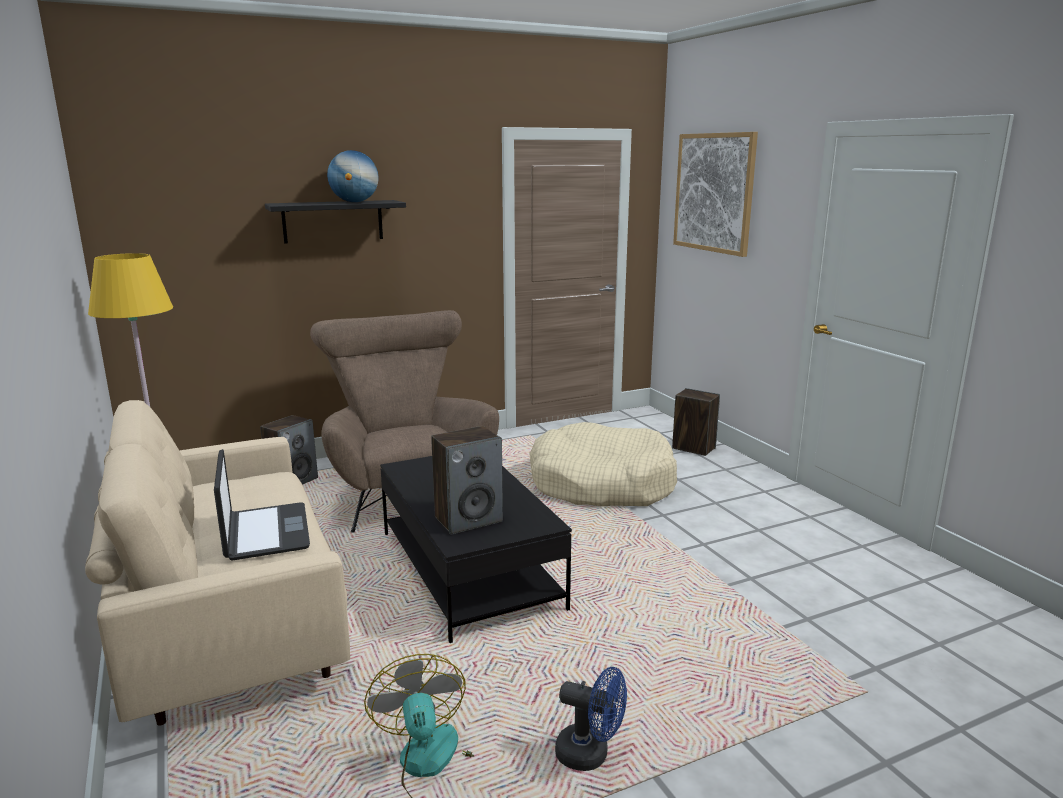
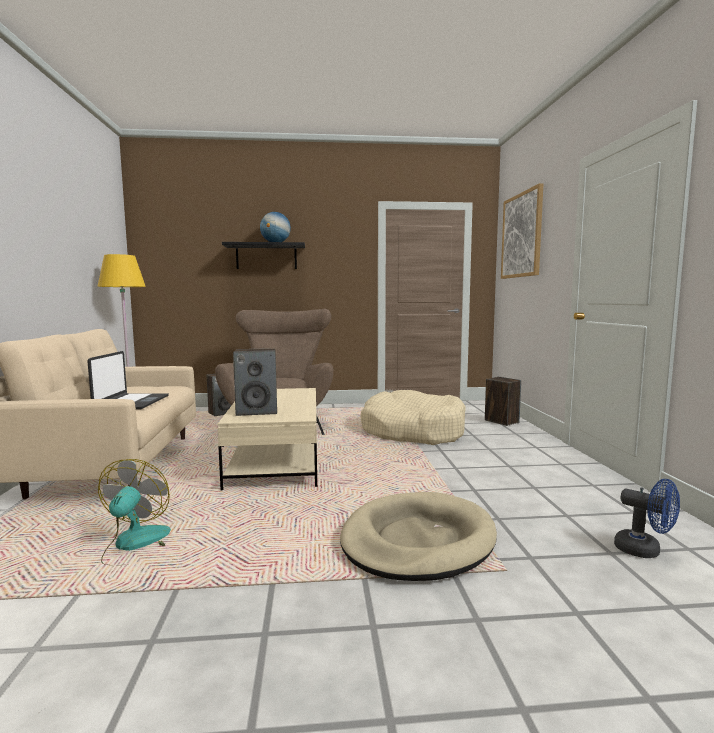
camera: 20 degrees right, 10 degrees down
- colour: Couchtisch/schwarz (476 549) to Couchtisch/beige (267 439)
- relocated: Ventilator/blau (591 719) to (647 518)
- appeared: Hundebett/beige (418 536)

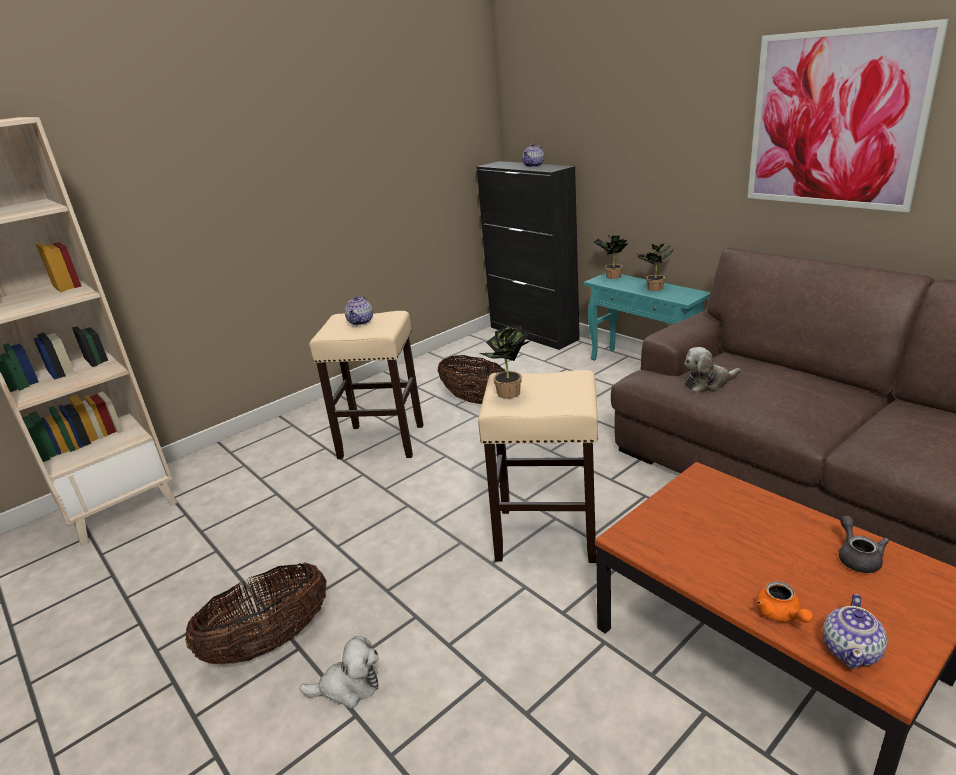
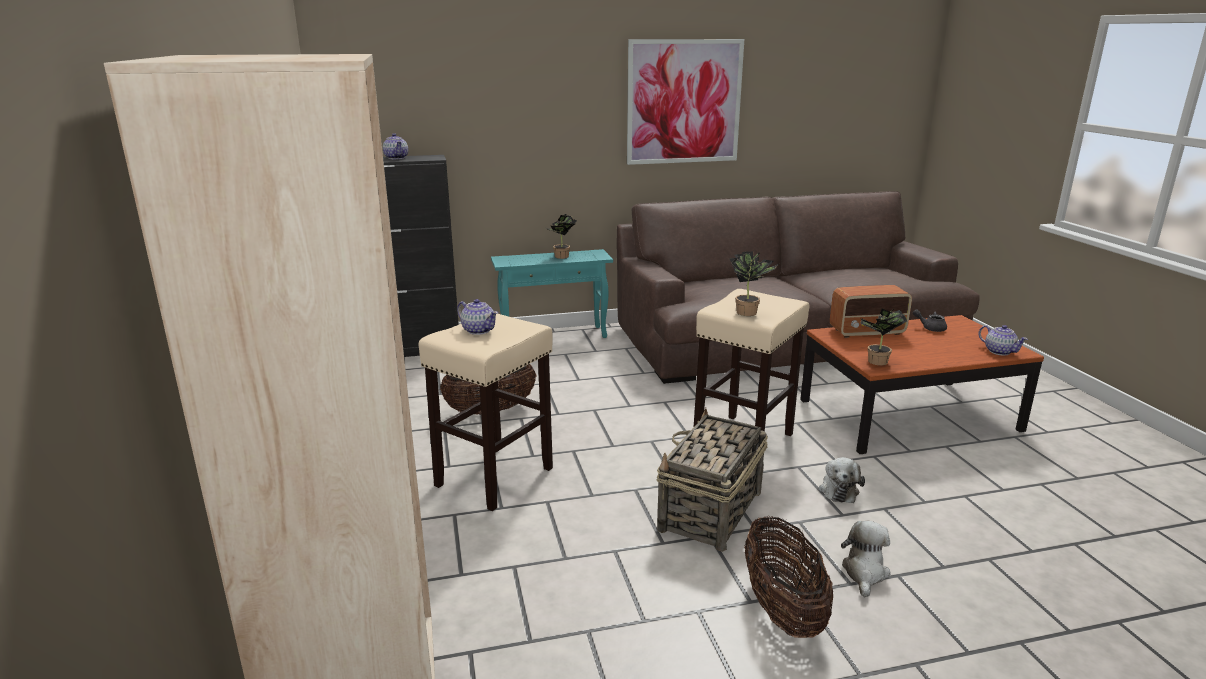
camera: 65 degrees left, 5 degrees down
- relocated: Topfpflanze (611 256) to (883 337)
- relocated: Plüschtier (713 370) to (841 480)
- missing: Teekanne/orange (784 602)
- appeared: Radio (871 311)
- appeared: Korb (712 480)

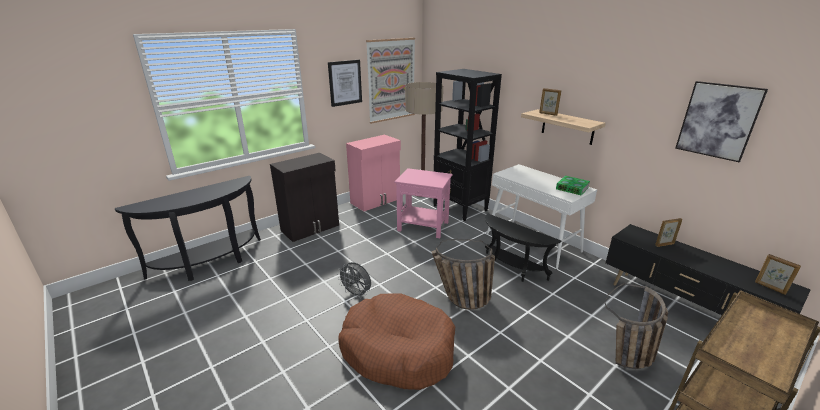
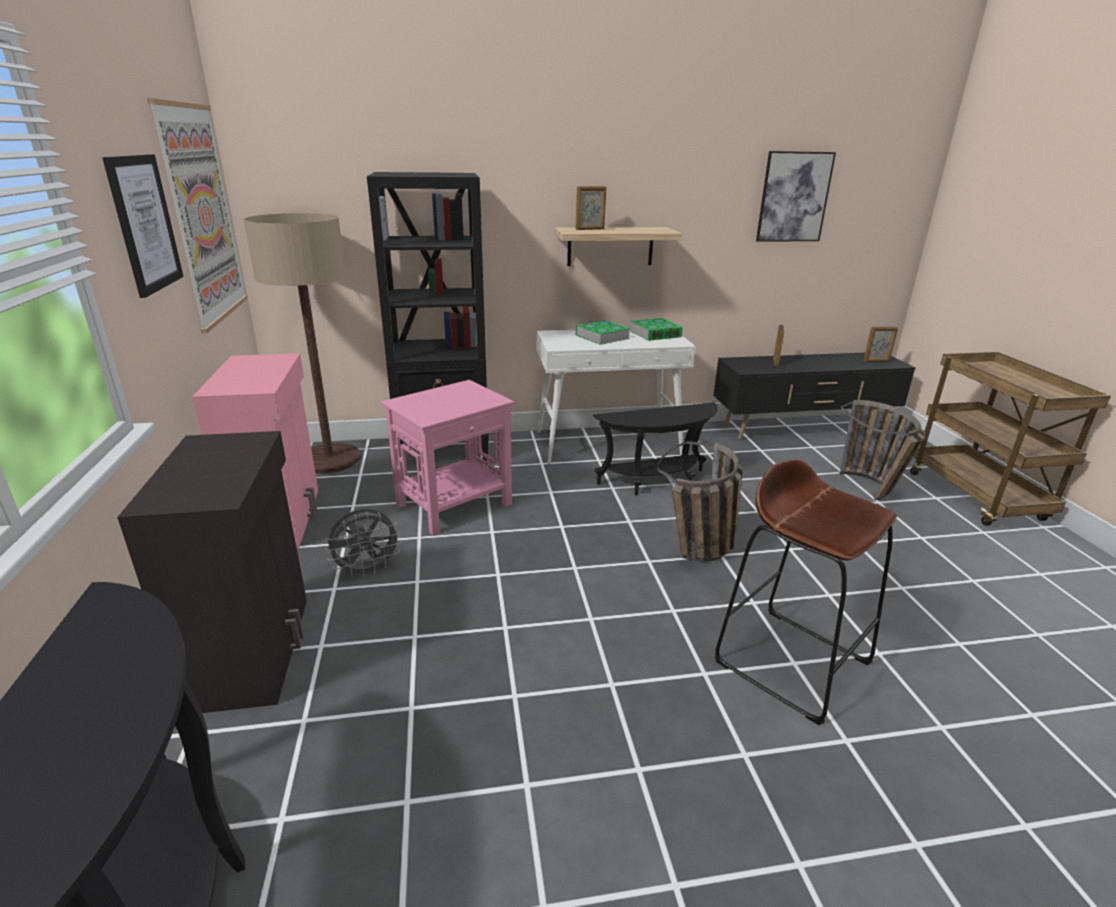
camera: 60 degrees left, 0 degrees up
- relocated: Ventilator/grau (354 280) to (364 543)
- exchanged: Hundebett/braun (396 342) to Hocker/braun (806 592)
- appeared: Buch (602 332)

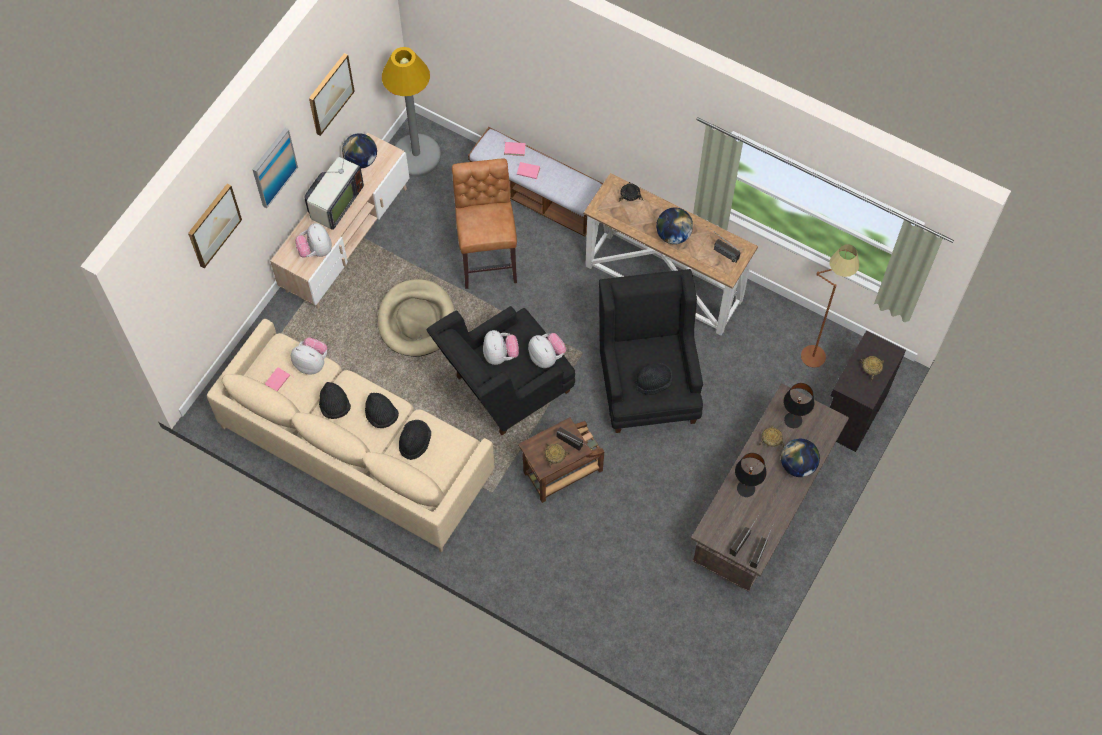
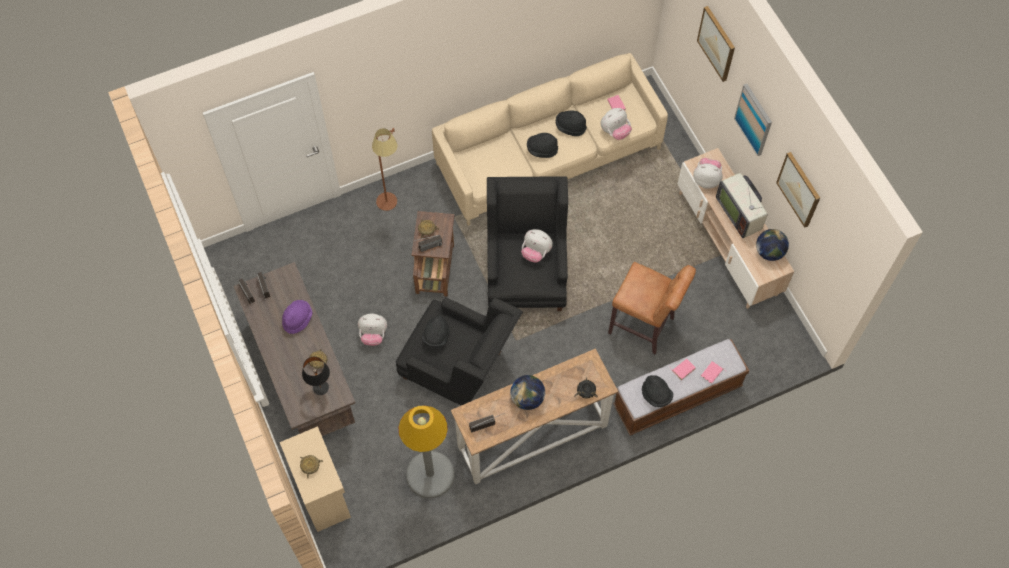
camera: 125 degrees right, 0 degrees up
- relocated: Stehlampe/grau (411 112) to (427 451)
- relocated: Stehlampe/braun (830 306) to (385 169)
- missing: Hundebett/beige (416 318)
- colour: Schrank/schwarz (868 391) to Schrank/beige (315 479)
- relocated: Plüschtier (547 350) to (372 330)
- relocated: Hut/schwarz (415 440) to (657 391)
- missing: Globus (800 458)
- exchanged: Tischlampe/schwarz (751 475) to Hut/lila (297 317)

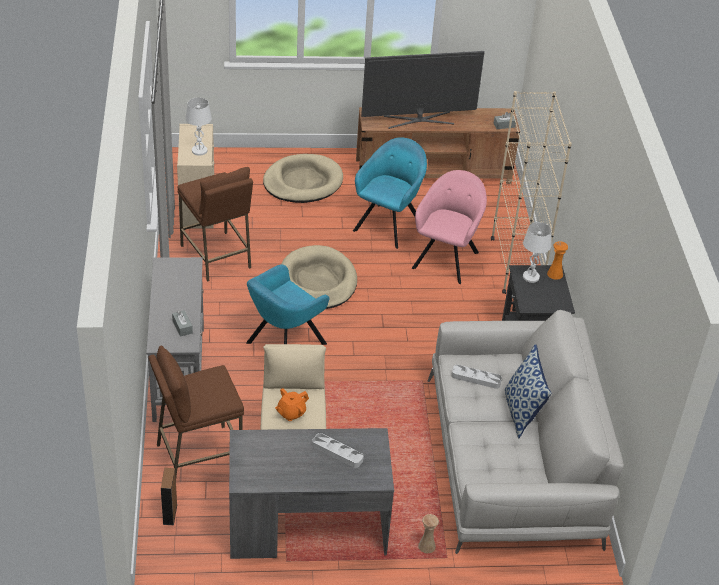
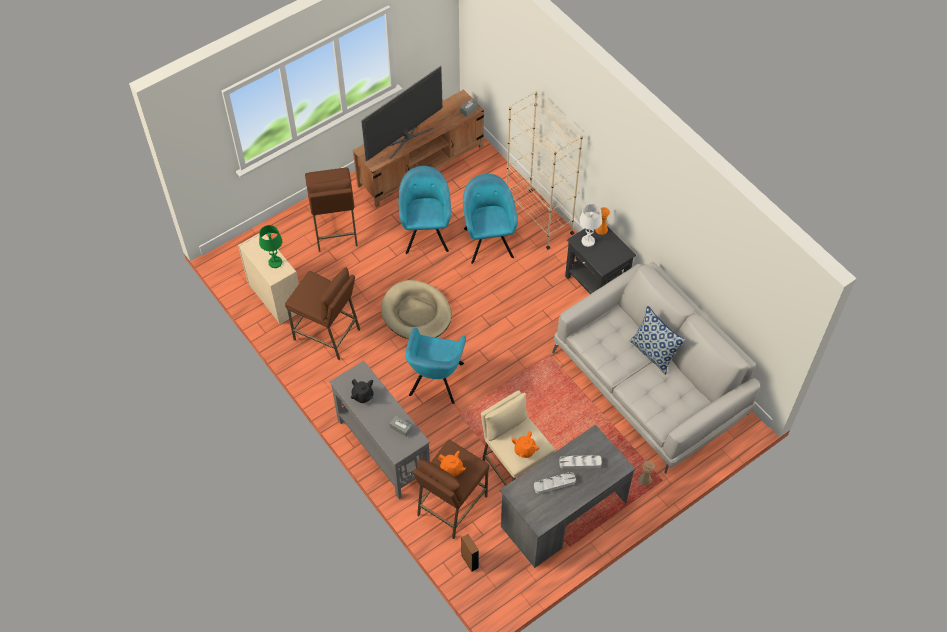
camera: 30 degrees left, 15 degrees up
- colour: Tischlampe/weiß (199 126) to Tischlampe/grün (270 246)
- exchanged: Hundebett/beige (303 178) to Hocker/braun (331 210)
- colour: Sessel/rosa (449 227) to Sessel/türkis (490 219)
- relocated: Tablett/grau (477 377) to (555 483)
- appeared: Teekanne/schwarz (362 391)
- appeared: Teekanne/orange (452 464)

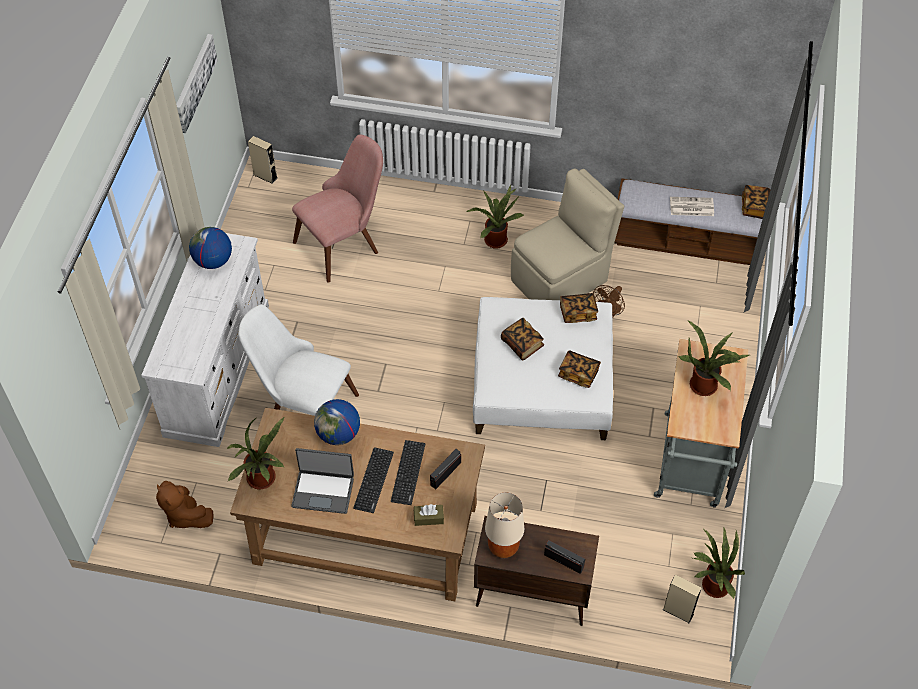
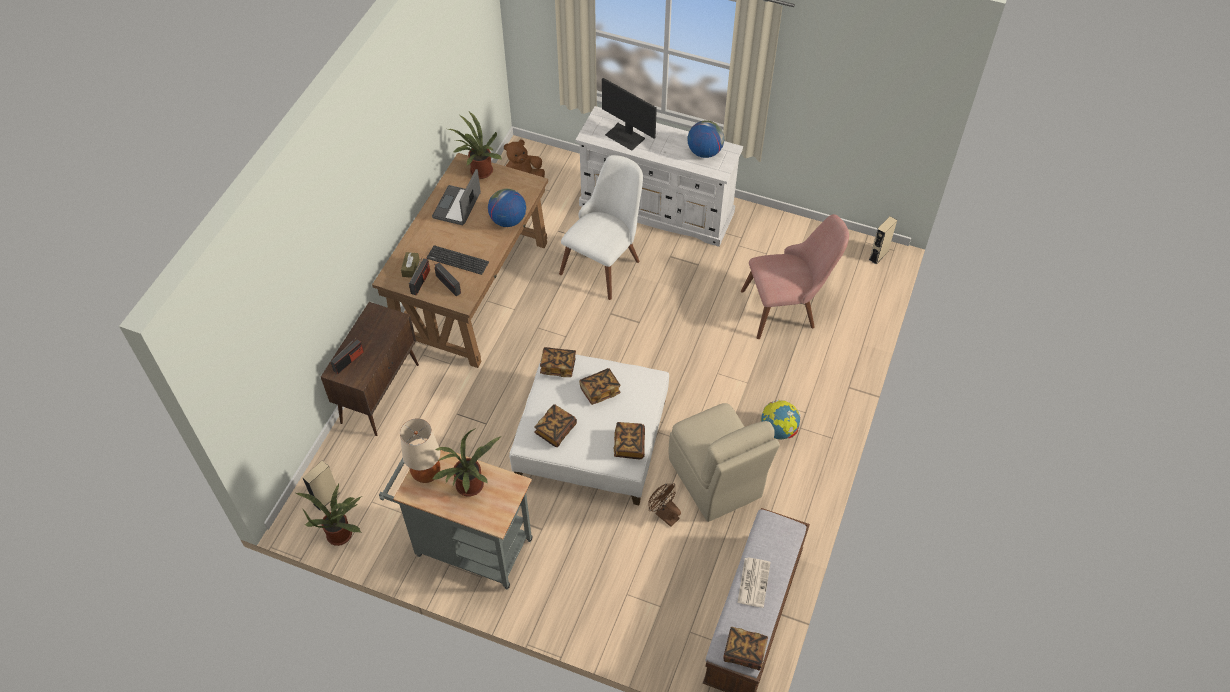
camera: 100 degrees right, 0 degrees up
- missing: Bild (196 83)
- spun: Stuhl/rosa (337 209) = (795 276) 75 degrees counterclockwise
- exchanged: Topfpflanze (496 217) to Globus (781 419)
- missing: Tastatur (373 480)
- relocated: Tischlampe/beige (504 525) to (420 450)
- appeared: Monitor (629 114)
- appeared: Radio (419 276)
- appeared: Buch (558 362)

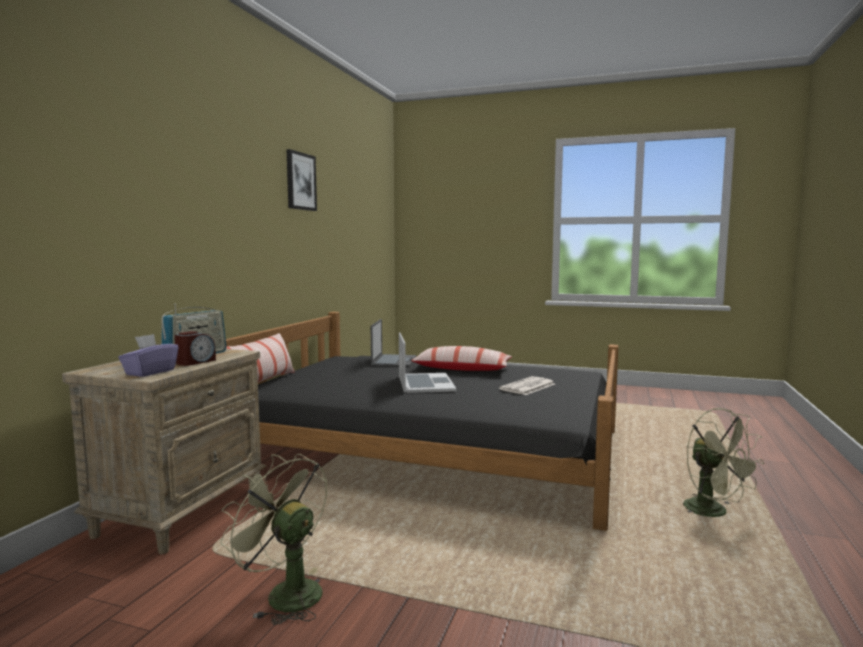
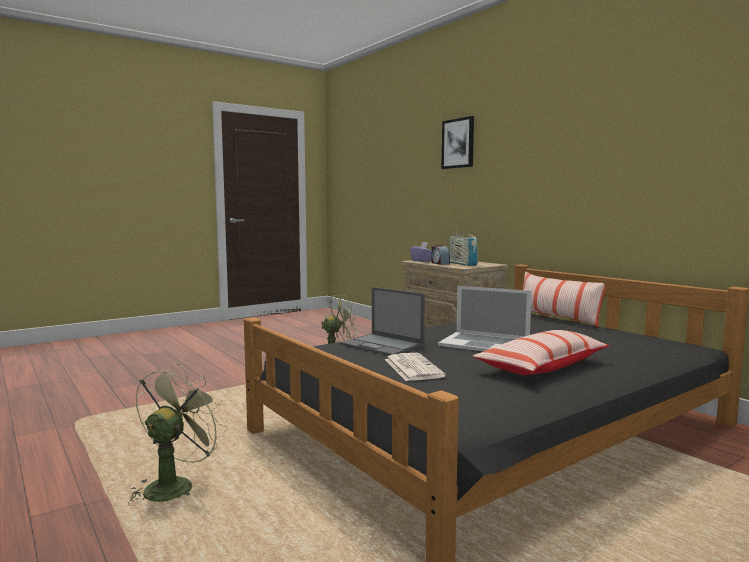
camera: 125 degrees right, 0 degrees up
- relocated: Bild (301 180) to (457 142)
- relocated: Laptop (393 343) to (382 321)
- spun: Ventilator/grün (723 462) = (178 435) 105 degrees clockwise

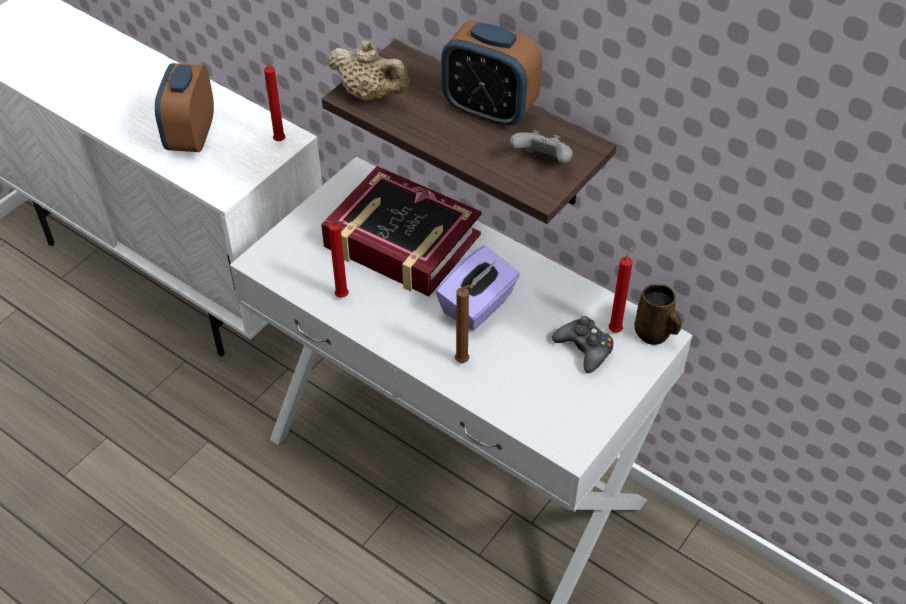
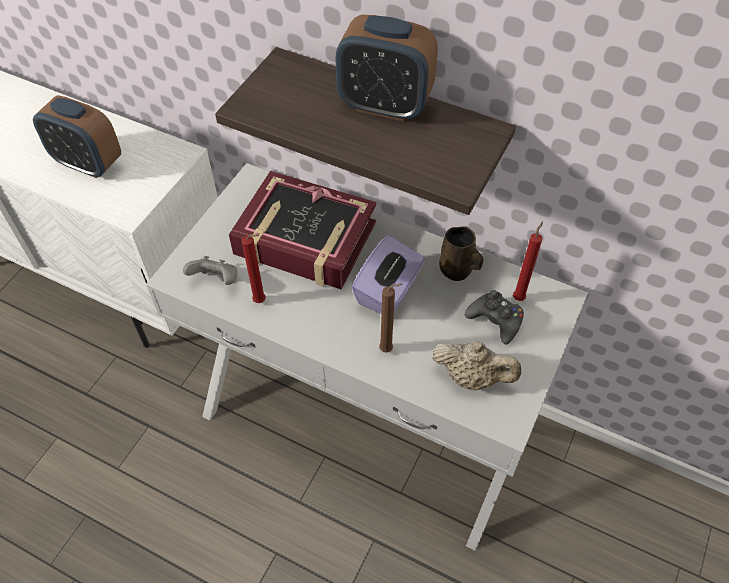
camera: 10 degrees left, 5 degrees up
- relocated: Teekanne/beige (368 70) to (476 366)
- missing: Kerze/rot (274 98)
- spun: Wecker (184 107) = (77 136) 60 degrees counterclockwise
- relocated: Gamepad/grau (541 146) to (210 270)
- relocated: Henkelbecher/braun (658 314) to (461 253)

